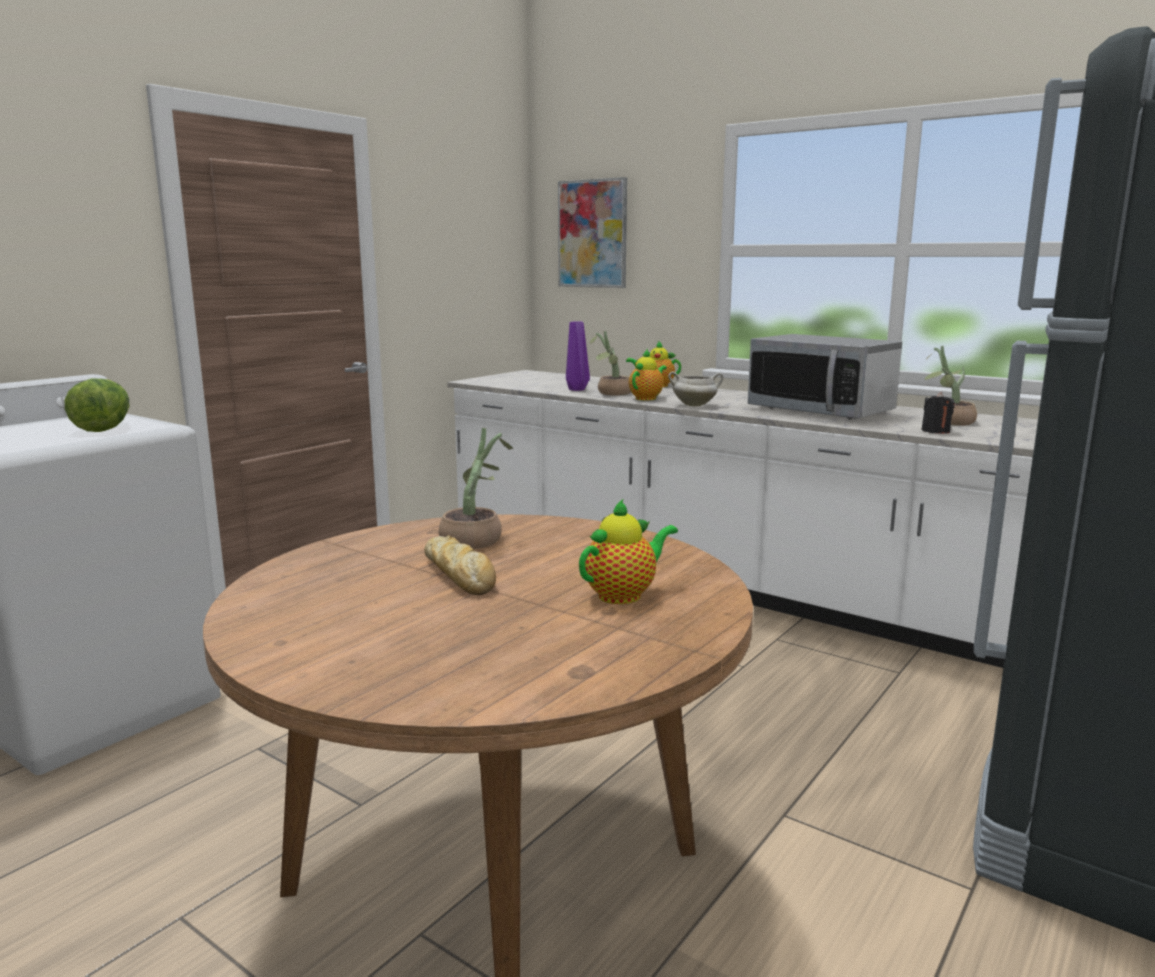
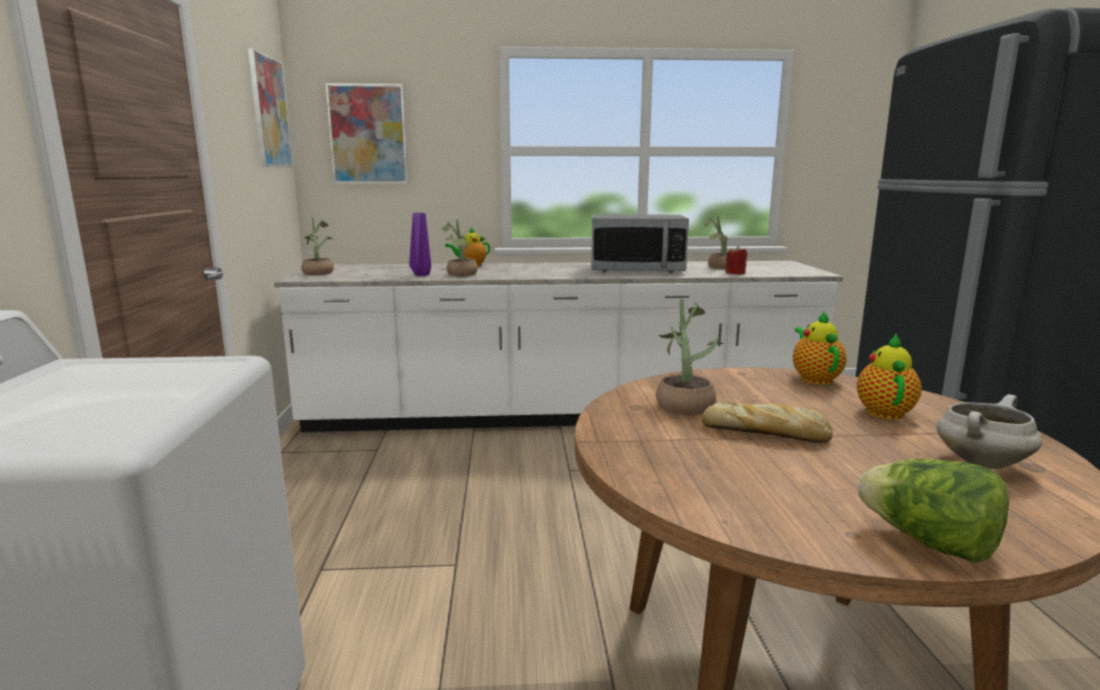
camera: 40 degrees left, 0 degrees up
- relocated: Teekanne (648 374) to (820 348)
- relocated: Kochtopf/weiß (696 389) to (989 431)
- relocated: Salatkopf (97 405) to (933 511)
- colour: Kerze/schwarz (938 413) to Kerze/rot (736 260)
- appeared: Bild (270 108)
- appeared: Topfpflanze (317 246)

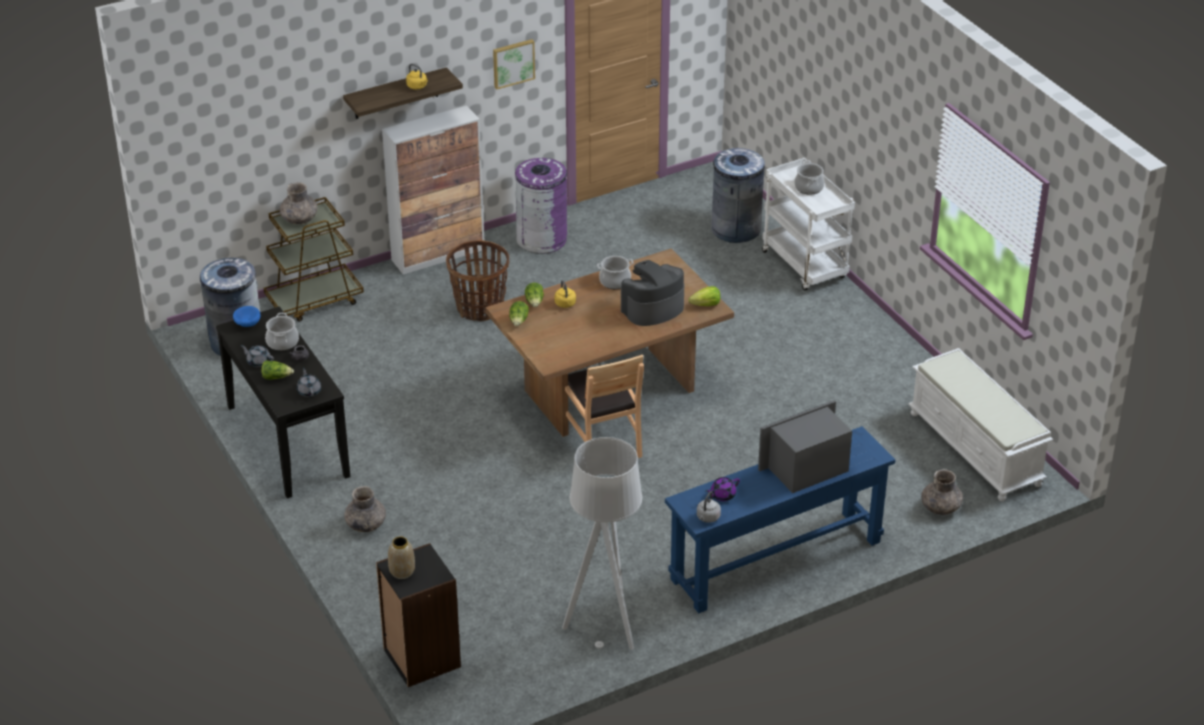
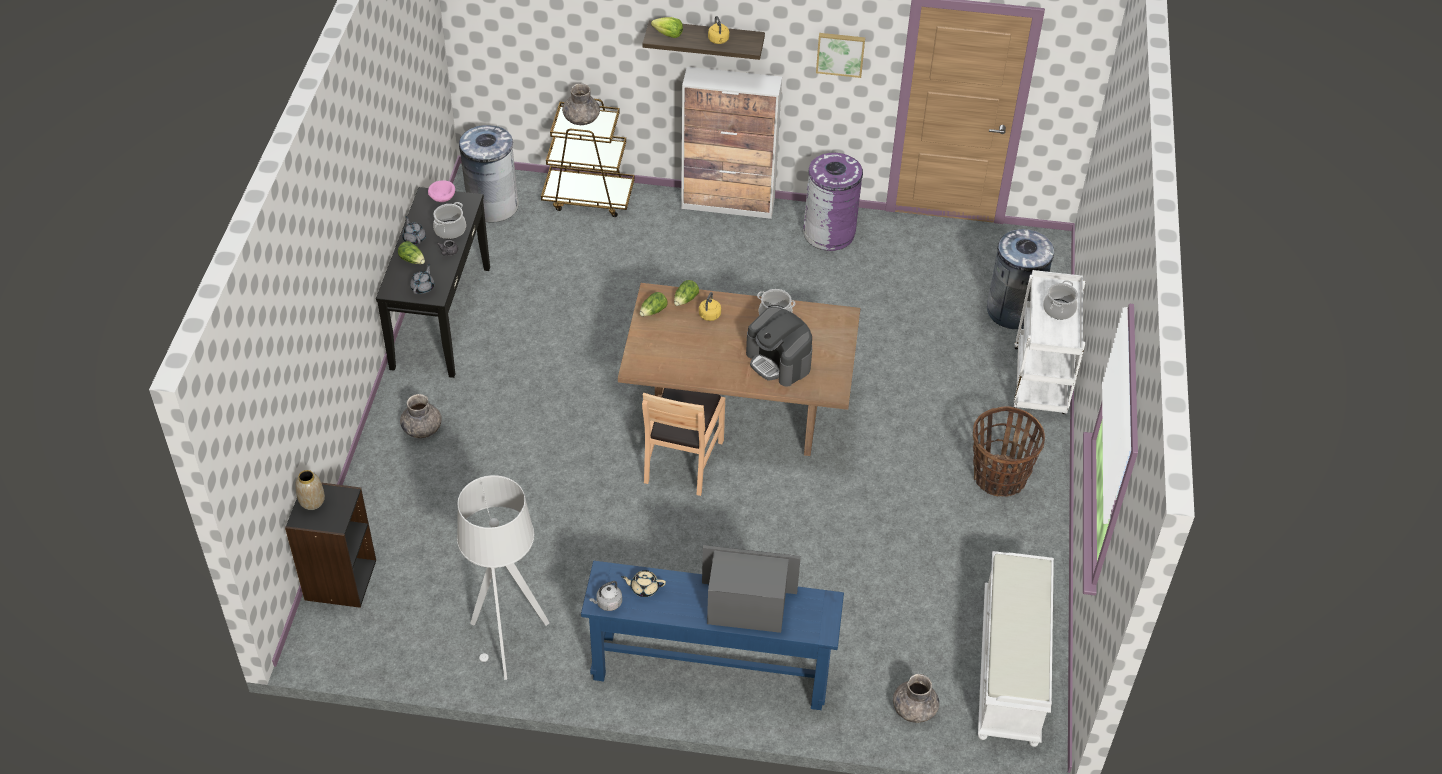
camera: 35 degrees right, 10 degrees up
- relocated: Korb (477 280) to (1009 452)
- spun: Kaffeemaschine (652 293) = (779 347) 135 degrees counterclockwise
- relocated: Salatkopf (704 296) to (667 27)
- colour: Schüssel/blau (247 316) to Schüssel/rosa (441 191)
- colour: Teekanne/lila (723 489) to Teekanne/beige (643 583)

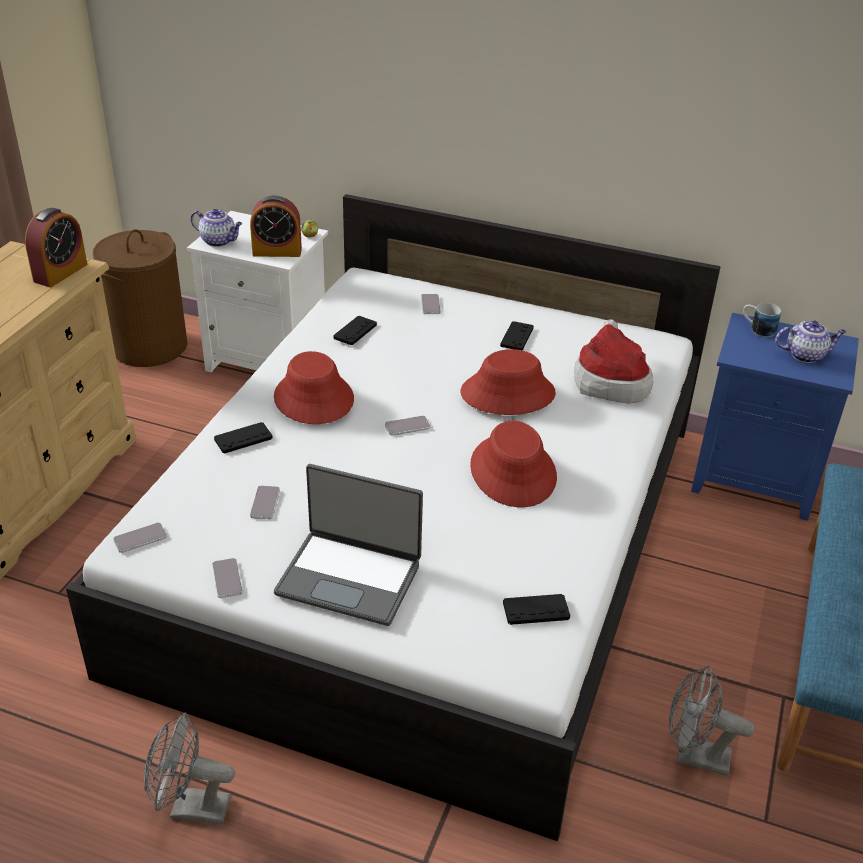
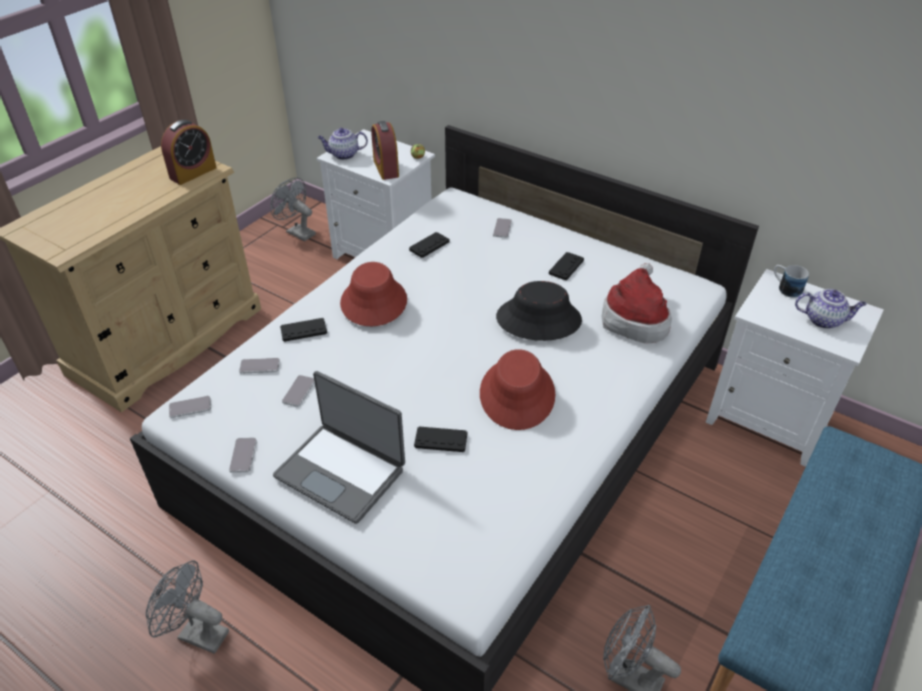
camera: 15 degrees right, 5 degrees up
- spun: Wecker (276 226) = (385 150) 60 degrees clockwise
- spun: Teekanne (216 228) = (342 144) 135 degrees clockwise
- exchanged: Wäschekorb/braun (140 298) to Ventilator/grau (293 209)
- colour: Nachttisch/blau (775 417) to Nachttisch/weiß (795 368)
- colour: Hut/rot (508 382) to Hut/schwarz (539 311)
- relocated: Handy (407 425) to (259 366)
- relocated: Gamepad/schwarz (536 609) to (440 439)

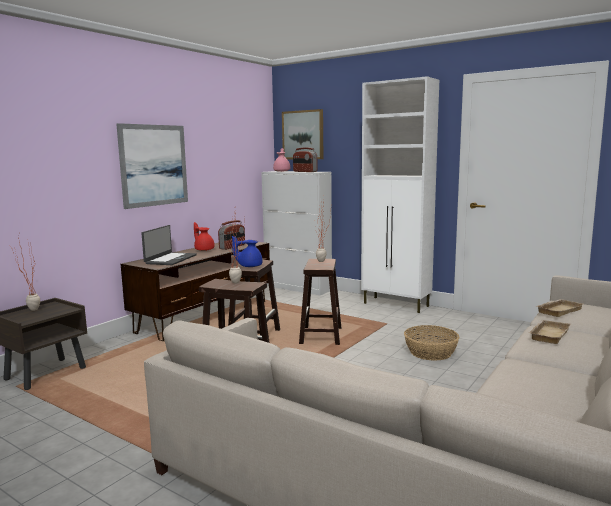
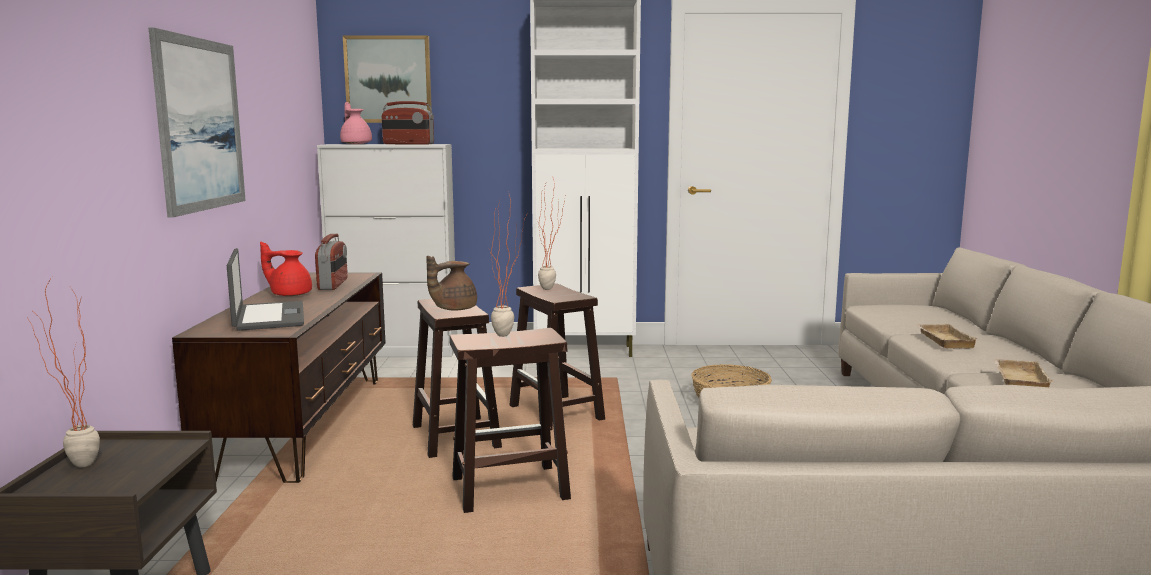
camera: 35 degrees left, 0 degrees up
- colour: Teekanne/blau (247 251) to Teekanne/braun (452 283)
- relocated: Tablett/beige (560 308) to (1023 373)

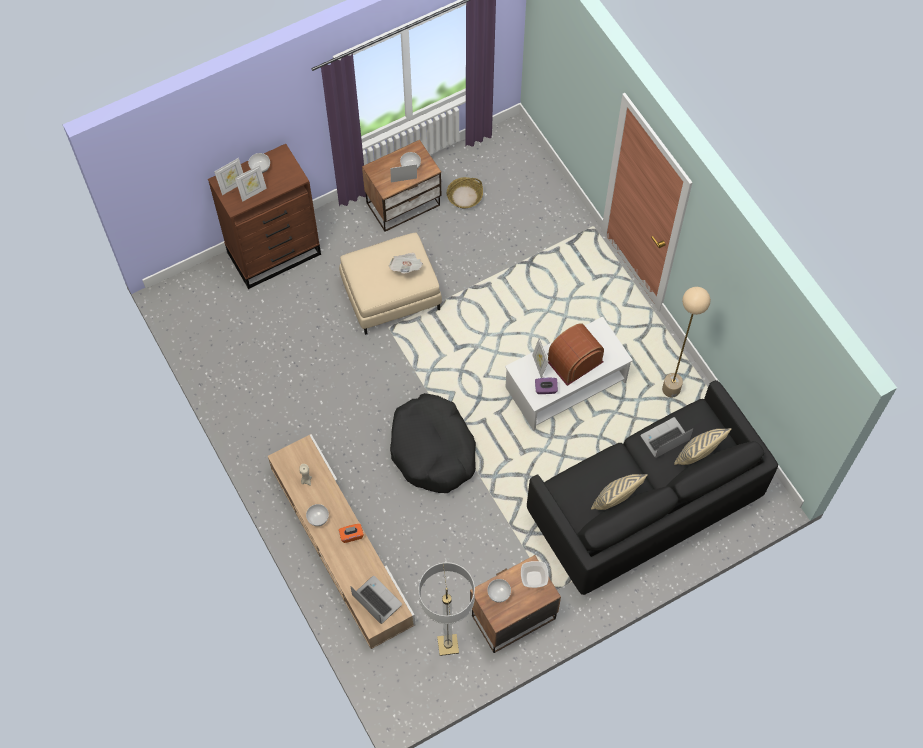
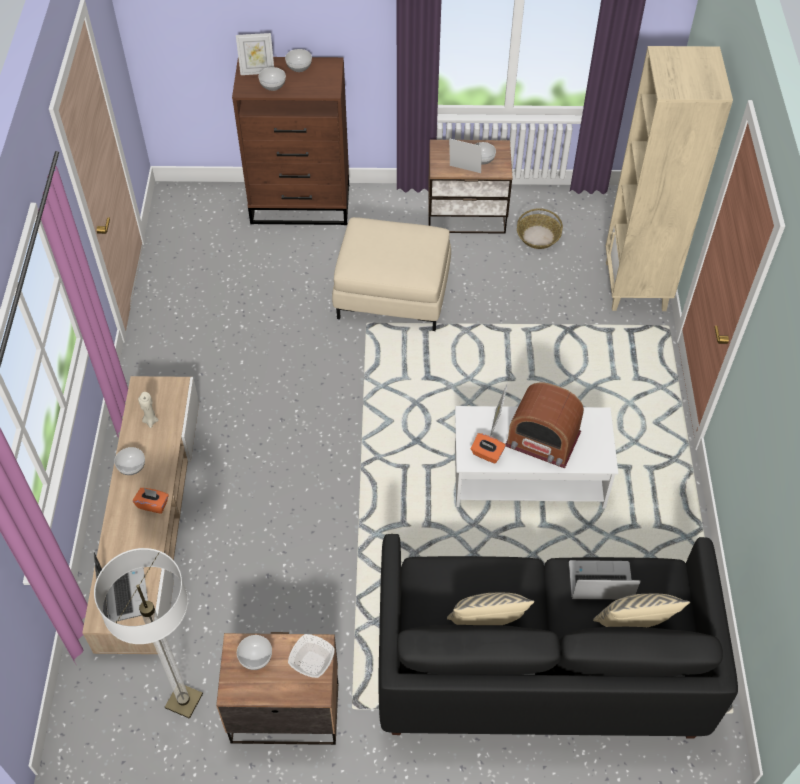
camera: 30 degrees right, 10 degrees down
- exchanged: Bilderrahmen (251 183) to Schüssel (272 79)
- missing: Zeitung (406 263)
- missing: Stehlampe/beige (686 342)
- spun: Radio (575 354) = (545 425) 150 degrees counterclockwise
- colour: Taschentuchbox/lila (546 386) to Taschentuchbox/orange (488 448)
- missing: Hundebett/schwarz (433 443)
- appeared: Bücherregal/beige (669 178)

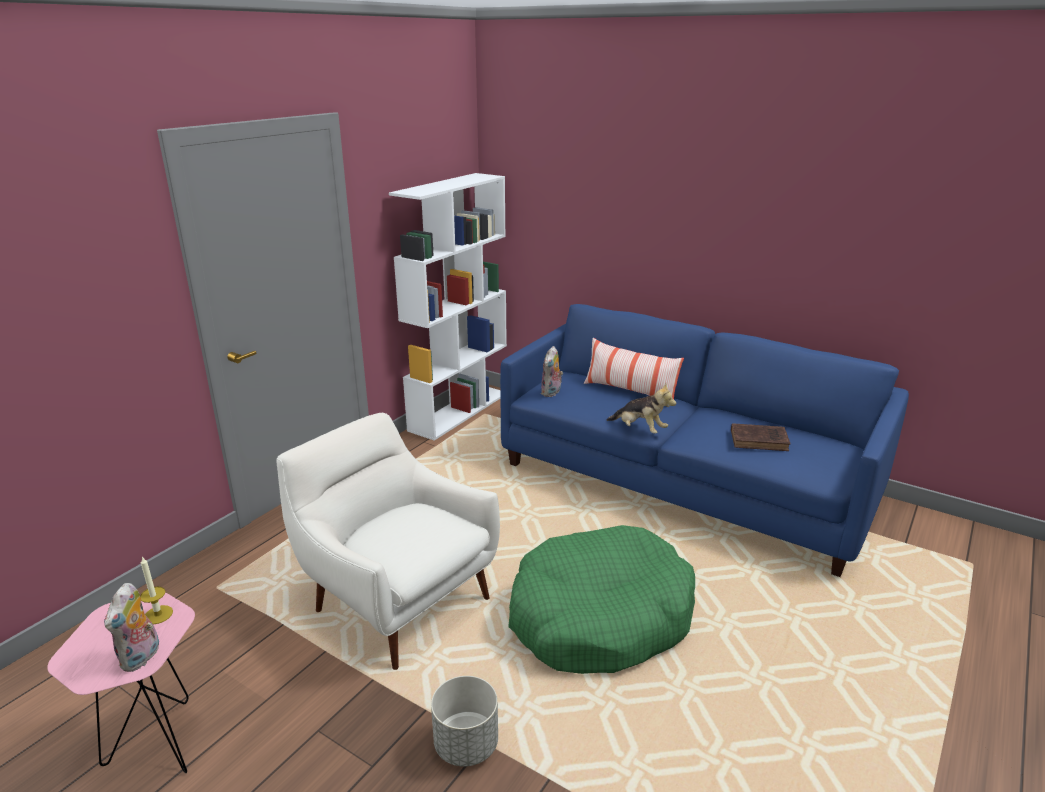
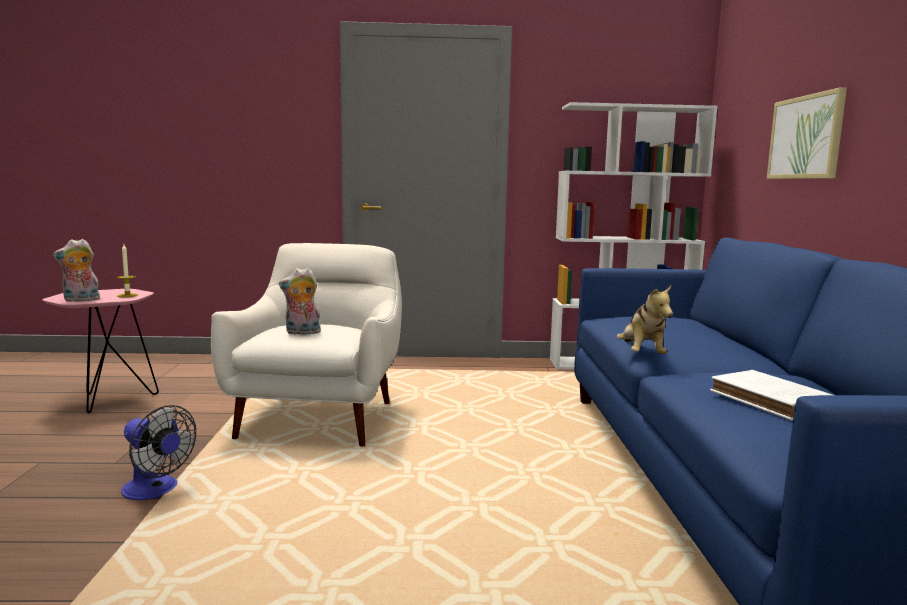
camera: 55 degrees right, 15 degrees down
- missing: Kissen (634 368)
- relocated: Plüschtier (552 371) to (300 301)
- colour: Buch/braun (760 437) to Buch/weiß (771 395)
- missing: Hundebett/grün (601 599)
- exchanged: Pflanzkübel/grau (464 721) to Ventilator (158 452)
- appeared: Bild (807 133)

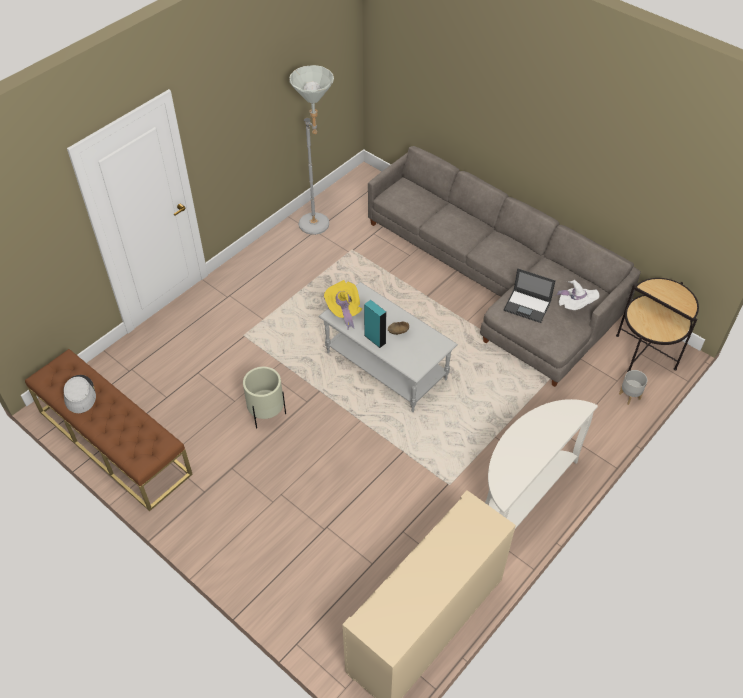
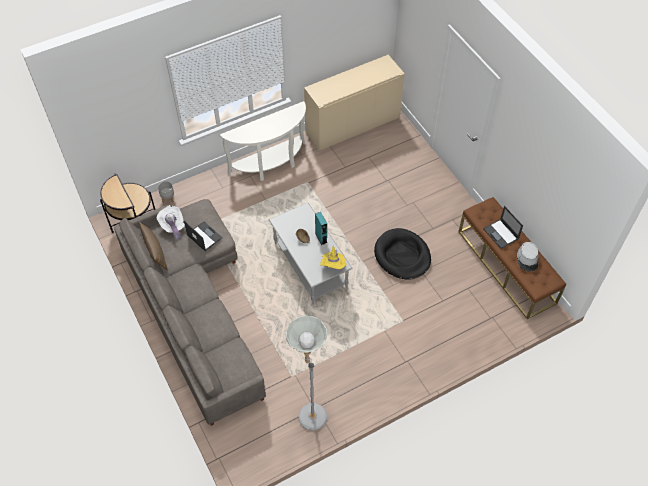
camera: 160 degrees left, 5 degrees up
- exchanged: Pflanzkübel/beige (264 397) to Hundebett/schwarz (402 254)
- appeared: Laptop (503 227)
- appeared: Kissen/braun (153 246)

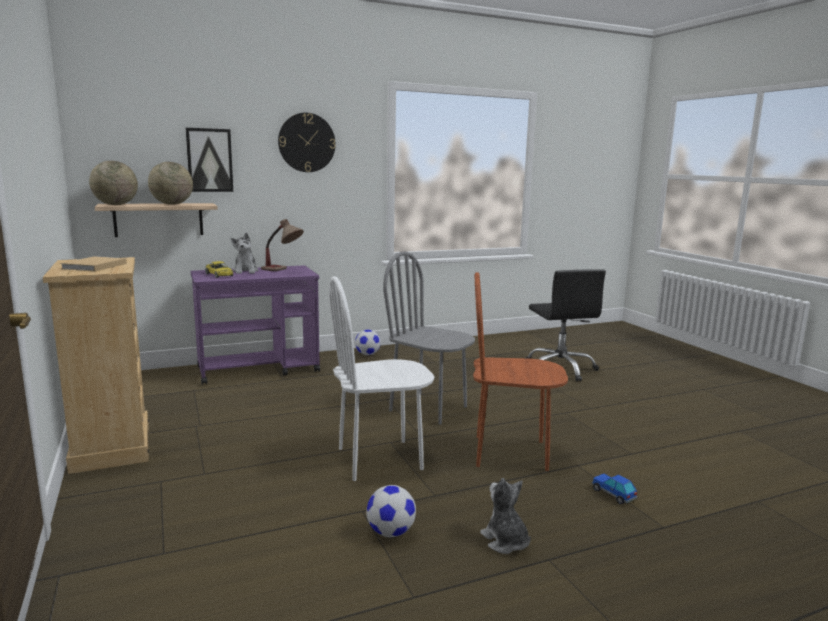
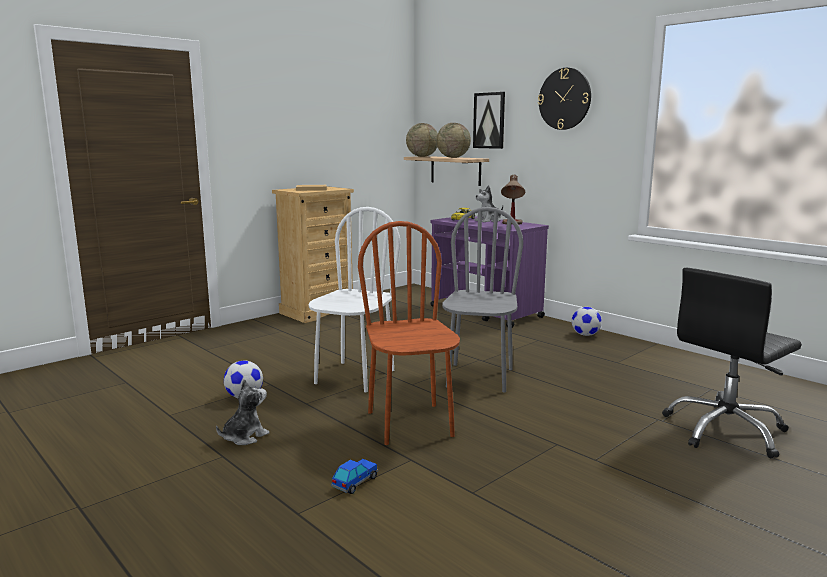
camera: 70 degrees right, 0 degrees up
- spun: Stuhl/weiß (381 378) = (354 299) 60 degrees clockwise

